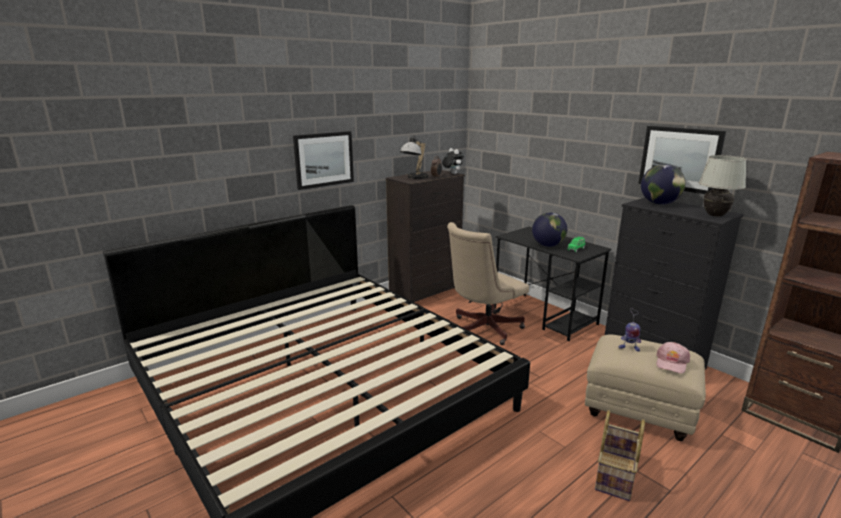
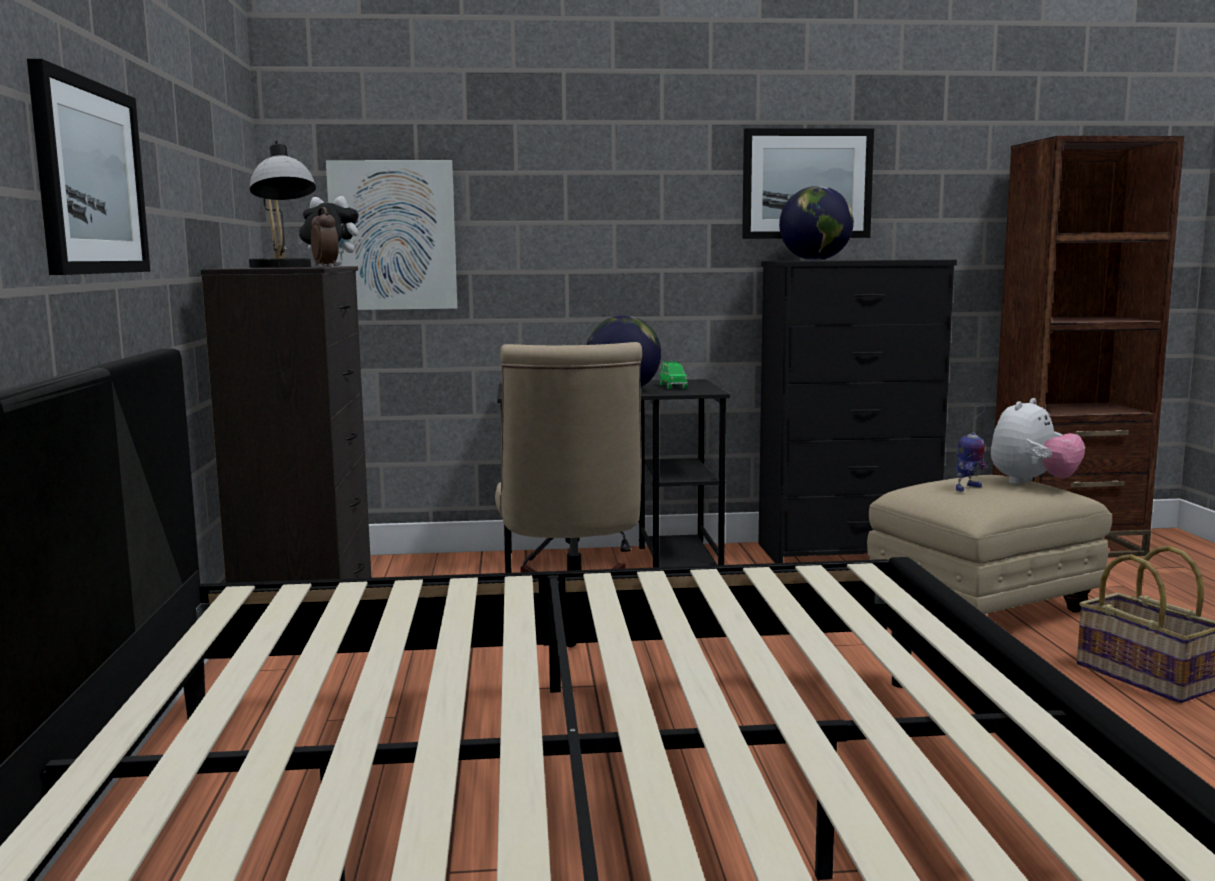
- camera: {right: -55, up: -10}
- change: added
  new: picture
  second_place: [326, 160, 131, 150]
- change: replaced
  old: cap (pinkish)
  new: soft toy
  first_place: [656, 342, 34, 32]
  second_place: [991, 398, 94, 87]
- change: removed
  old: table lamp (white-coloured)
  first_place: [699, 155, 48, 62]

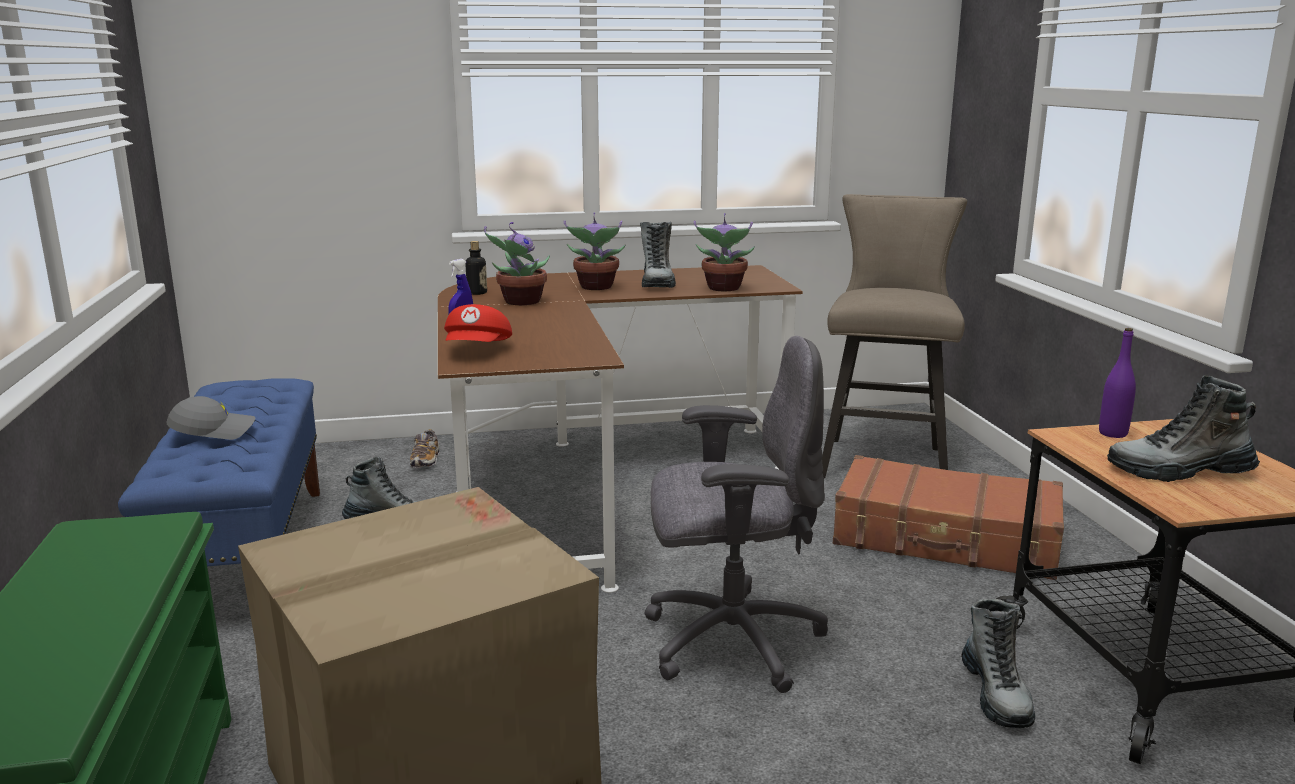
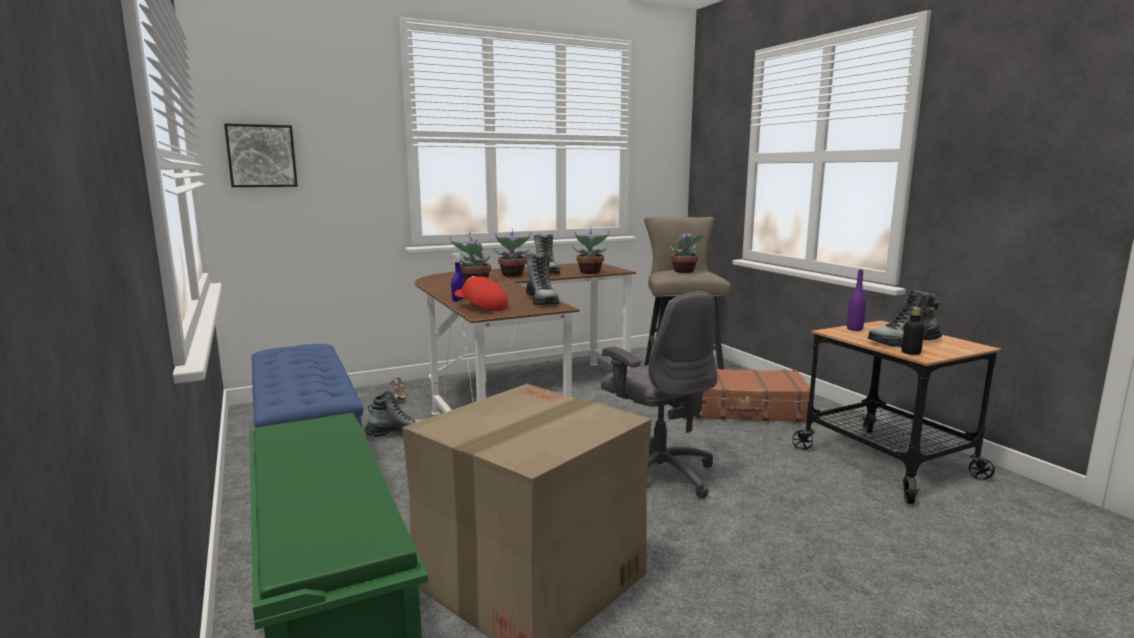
- camera: {right: -15, up: -5}
- change: added
  new: picture
  second_place: [224, 123, 74, 64]
- change: turned
  old: cap (red-coloured)
  first_place: [444, 304, 68, 38]
  second_place: [455, 276, 53, 35]
  degrees: 135
- change: moved
  old: high-top boot
  first_place: [961, 599, 74, 129]
  second_place: [525, 253, 35, 52]
- change: turned
  old: desk chair (gray)
  first_place: [644, 336, 184, 357]
  second_place: [601, 291, 117, 208]
  degrees: 75
- change: added
  new: potted plant
  second_place: [670, 227, 37, 46]
- change: moved
  old: drink bottle
  first_place: [465, 241, 22, 54]
  second_place: [901, 307, 24, 48]
- change: removed
  old: cap (gray)
  first_place: [167, 396, 88, 44]

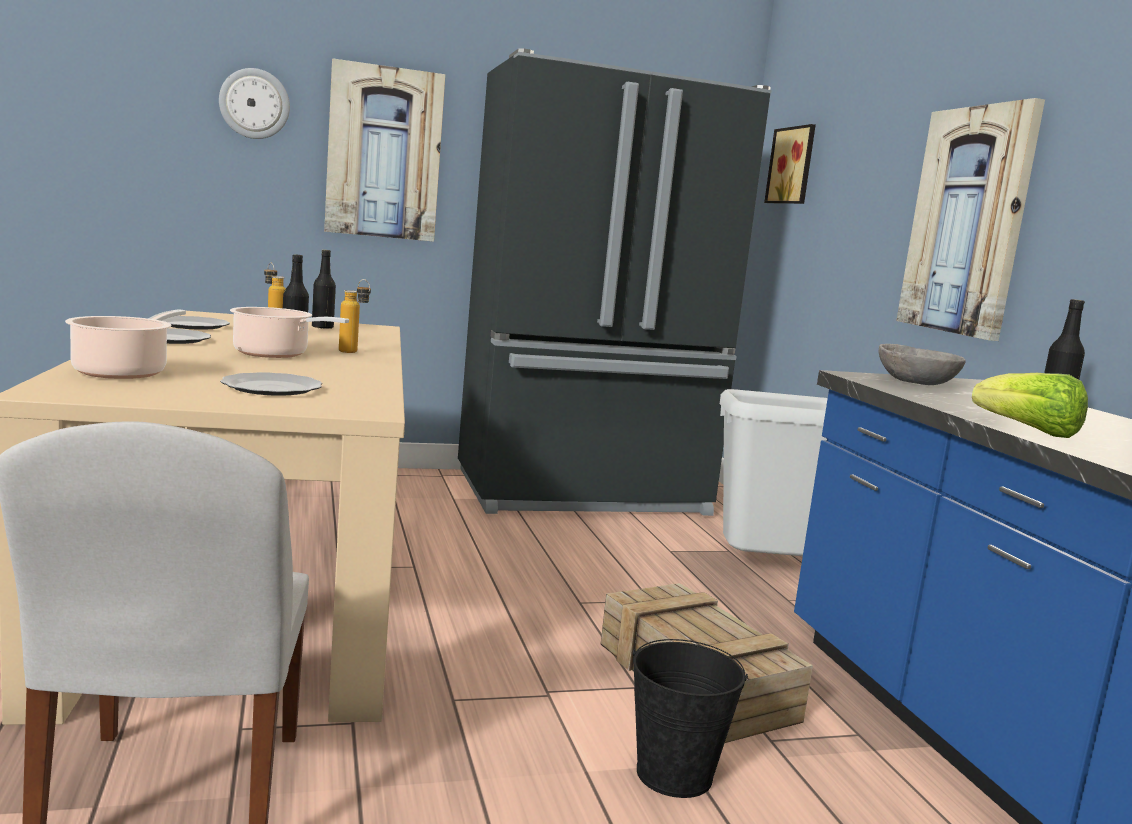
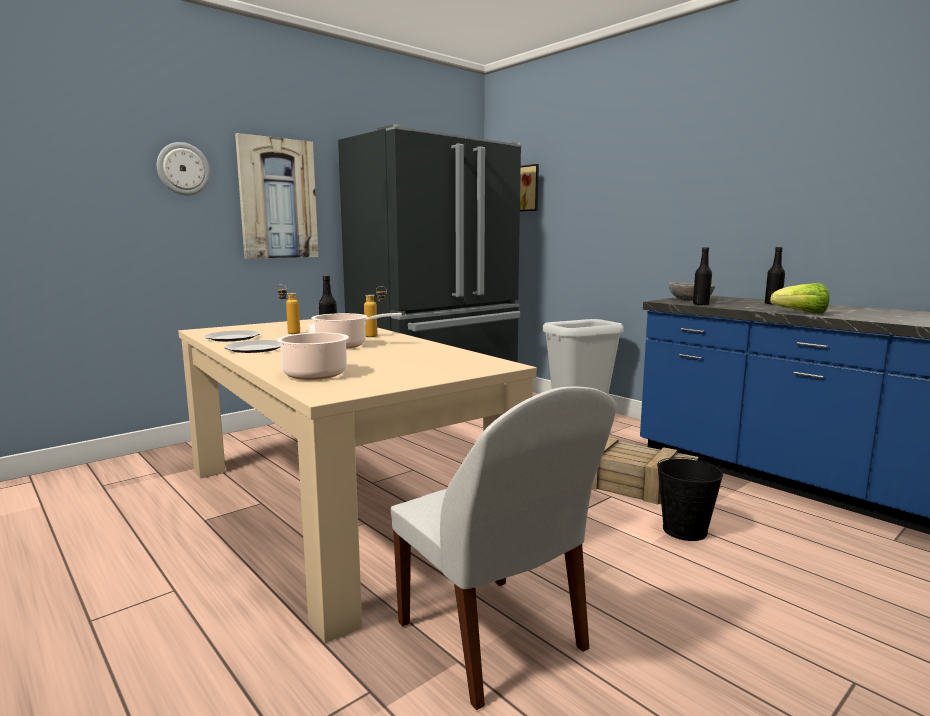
- camera: {right: -25, up: 0}
- change: moved
  old: drink bottle (black)
  first_place: [312, 250, 24, 79]
  second_place: [693, 247, 19, 58]
- change: removed
  old: plate
  first_place: [220, 372, 102, 24]
- change: removed
  old: picture
  first_place: [896, 98, 149, 243]

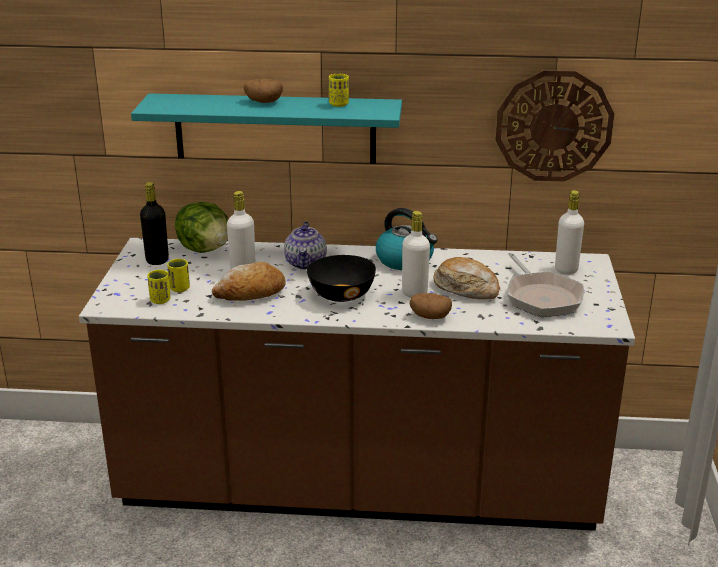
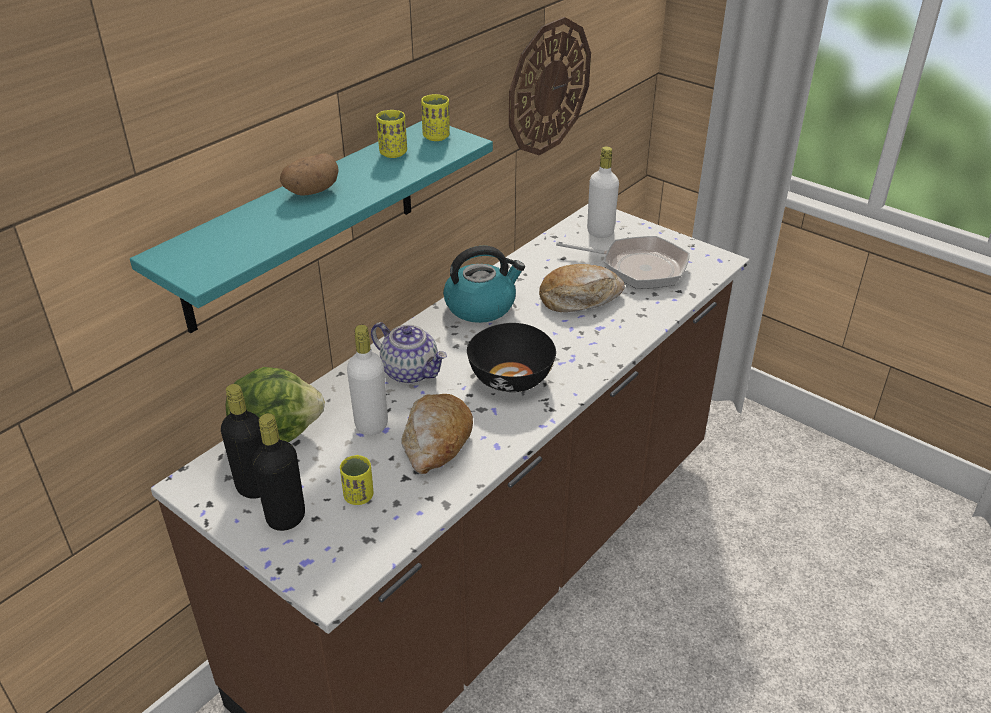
- camera: {right: -55, up: 10}
- change: added
  new: drink bottle (black)
  second_place: [252, 413, 53, 118]
- change: moved
  old: drinking cup (yellow)
  first_place: [147, 270, 23, 34]
  second_place: [421, 94, 29, 47]
- change: removed
  old: drink bottle (white-coloured)
  first_place: [402, 211, 28, 87]
- change: removed
  old: whole potato
  first_place: [409, 293, 43, 26]

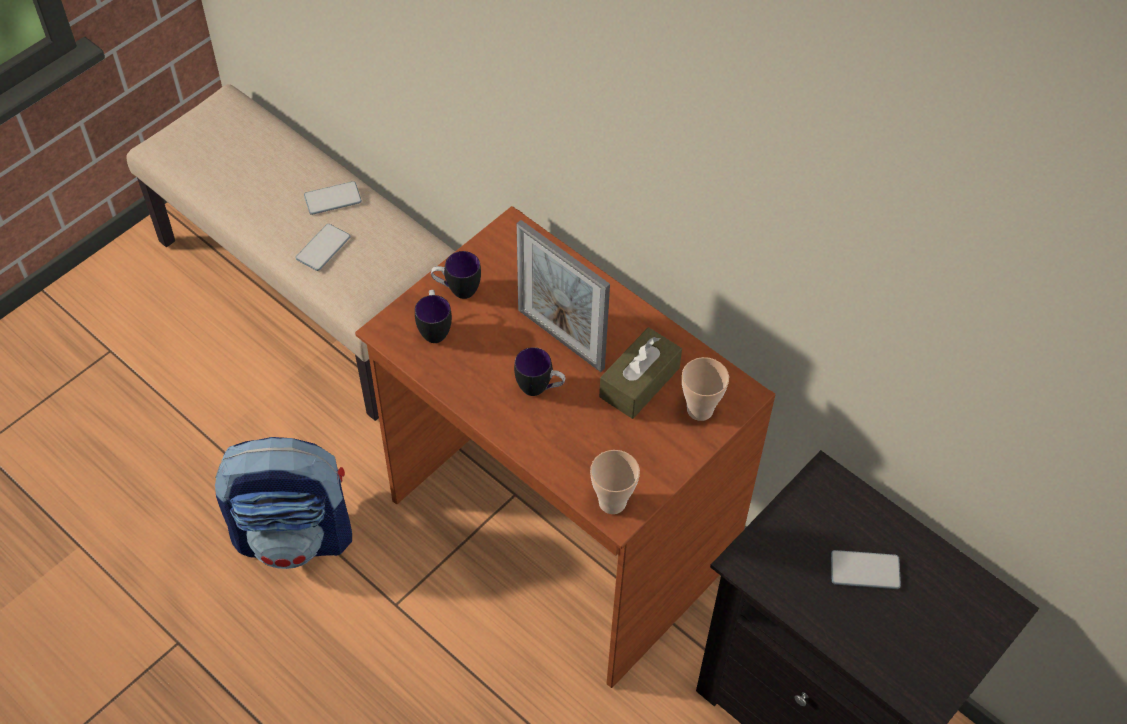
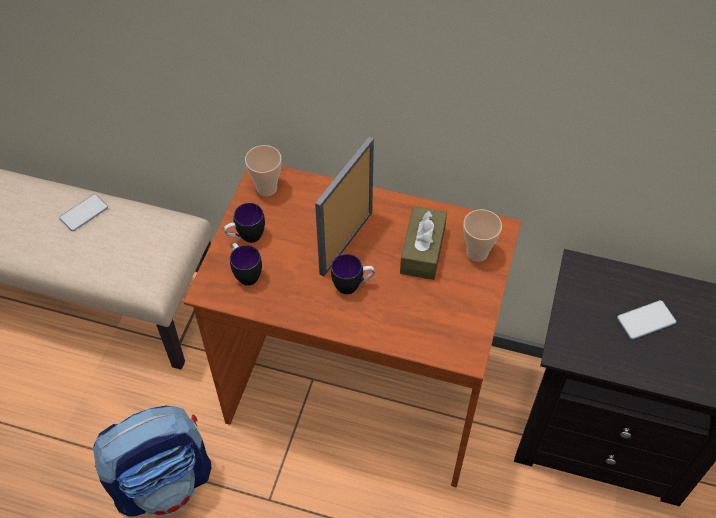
- camera: {right: -25, up: 0}
- change: moved
  old: drinking cup
  first_place: [590, 450, 50, 64]
  second_place: [245, 145, 37, 51]
- change: turned
  old: standing frame
  first_place: [517, 220, 93, 152]
  second_place: [315, 136, 59, 141]
  degrees: 105
- change: removed
  old: telephone
  first_place: [295, 224, 55, 47]

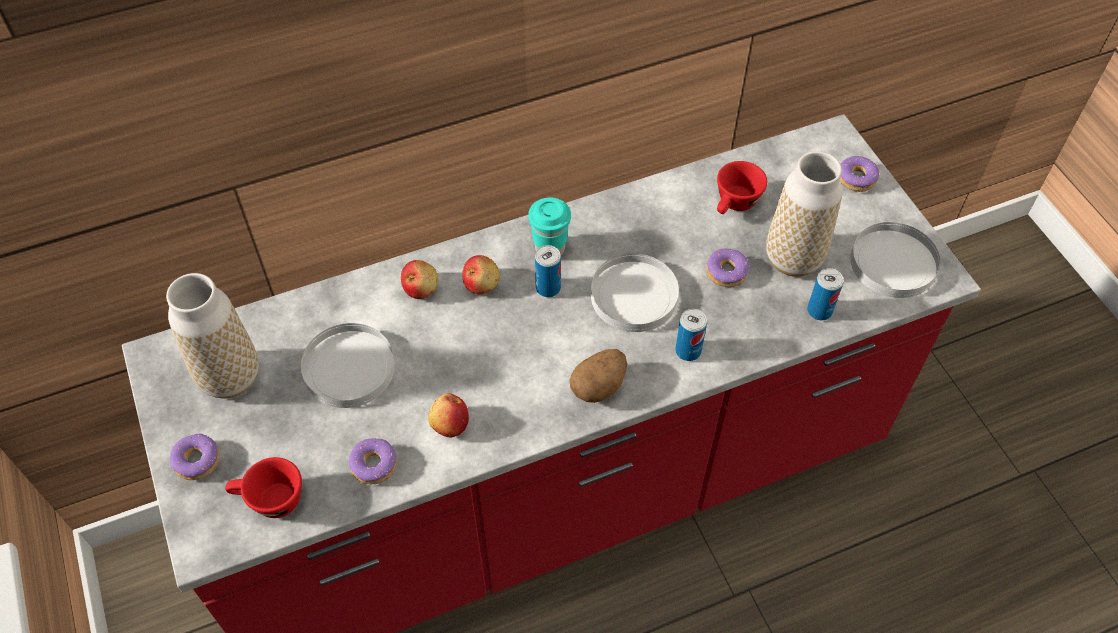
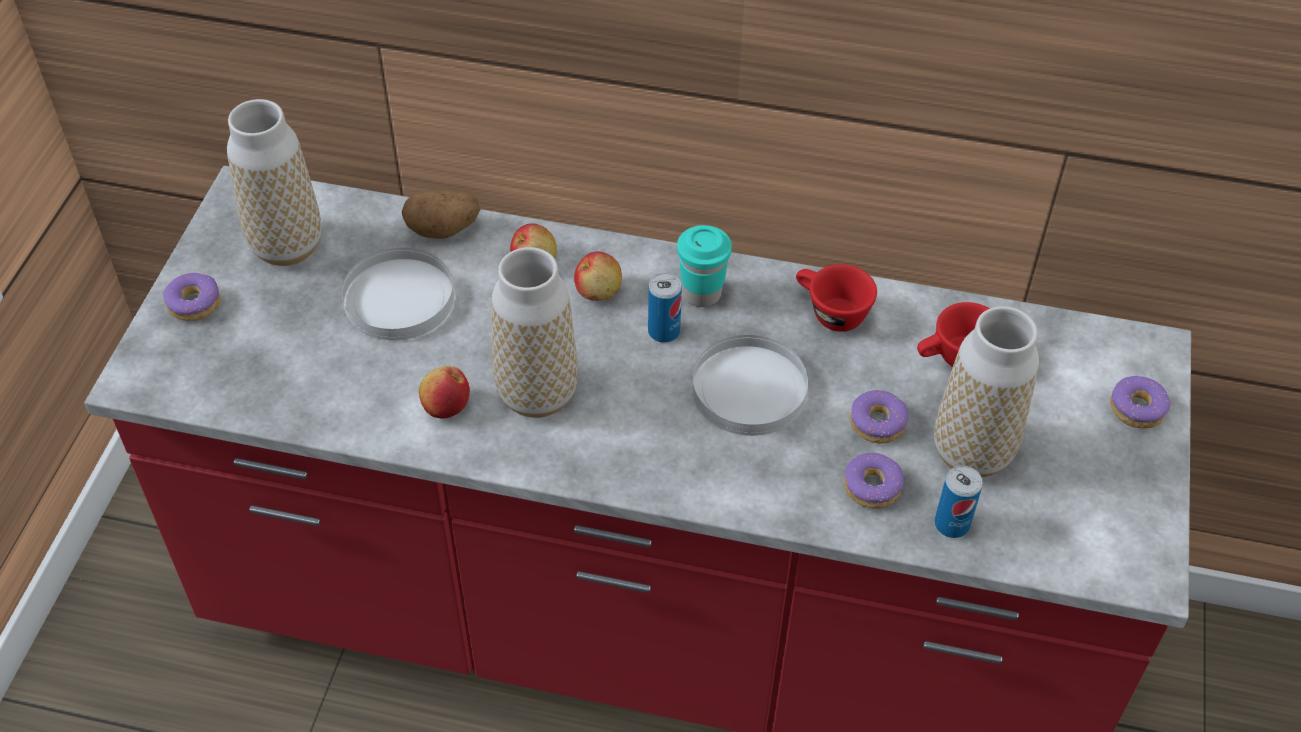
- camera: {right: 35, up: -5}
- change: moved
  old: whole potato
  first_place: [569, 349, 58, 54]
  second_place: [402, 190, 78, 49]
- change: added
  new: vase
  second_place: [492, 247, 86, 171]
- change: moved
  old: drinking cup (red-coloured)
  first_place: [225, 457, 77, 61]
  second_place: [796, 264, 81, 68]
- change: moved
  old: ring doughnut
  first_place: [348, 437, 49, 47]
  second_place: [844, 453, 60, 56]
- change: removed
  old: sealed can
  first_place: [675, 309, 32, 52]
- change: removed
  old: plate (white-coloured)
  first_place: [850, 222, 90, 76]

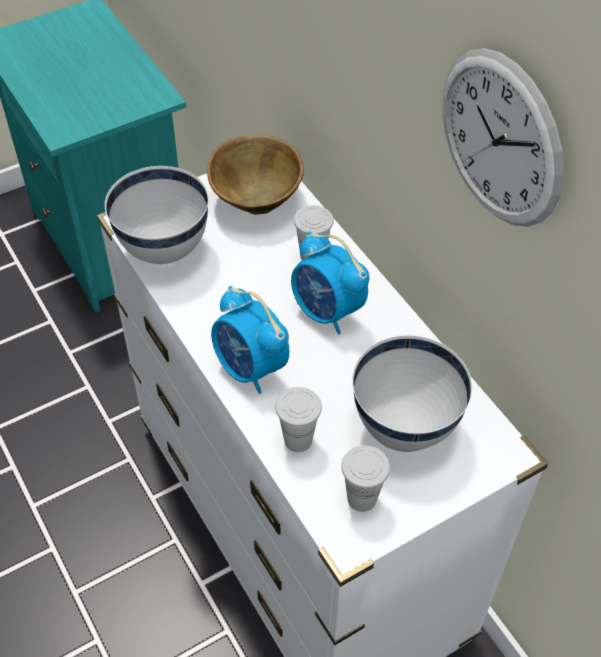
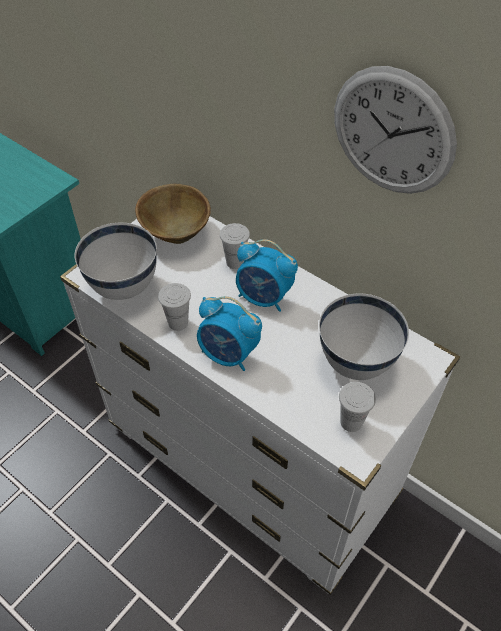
- camera: {right: -20, up: 0}
- change: moved
  old: drinking cup (white-coloured)
  first_place: [275, 387, 47, 65]
  second_place: [158, 283, 33, 48]

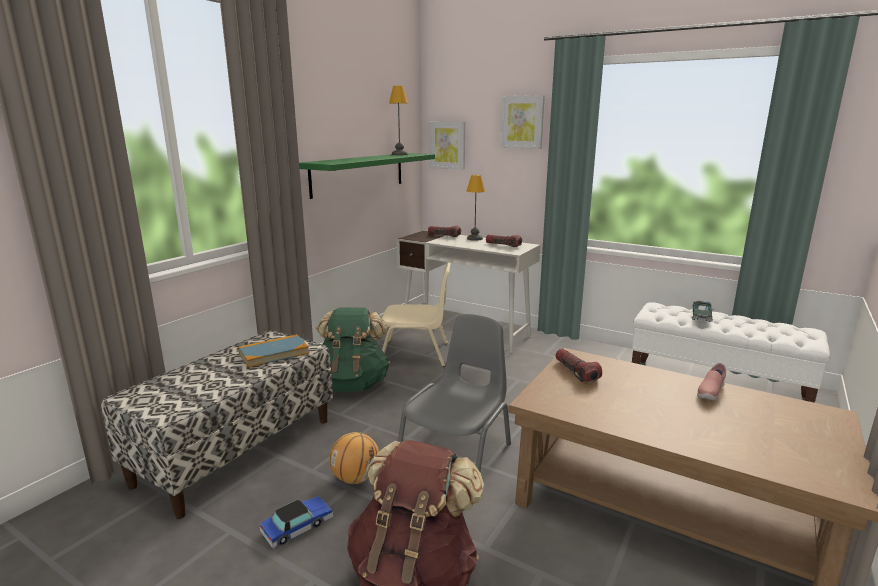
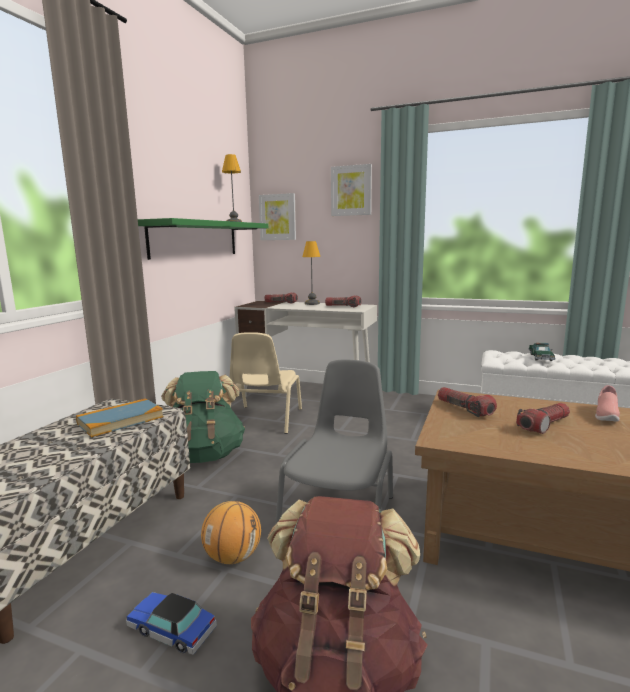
- camera: {right: -10, up: -5}
- change: turned
  old: toy car
  first_place: [260, 496, 73, 52]
  second_place: [126, 592, 91, 63]
  degrees: -105
- change: turned
  old: plain chair (sand-coloured)
  first_place: [382, 262, 69, 105]
  second_place: [229, 332, 73, 102]
  degrees: 105
- change: added
  new: torch
  second_place: [516, 403, 54, 31]

